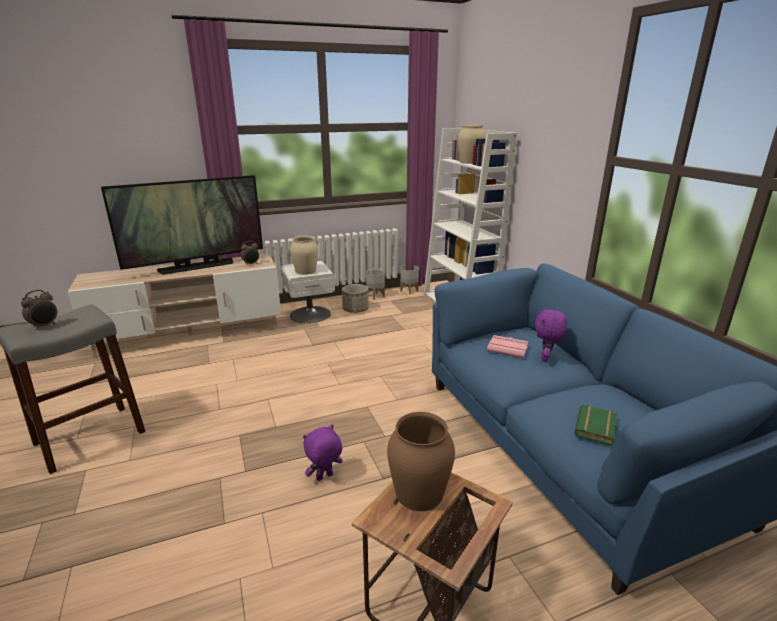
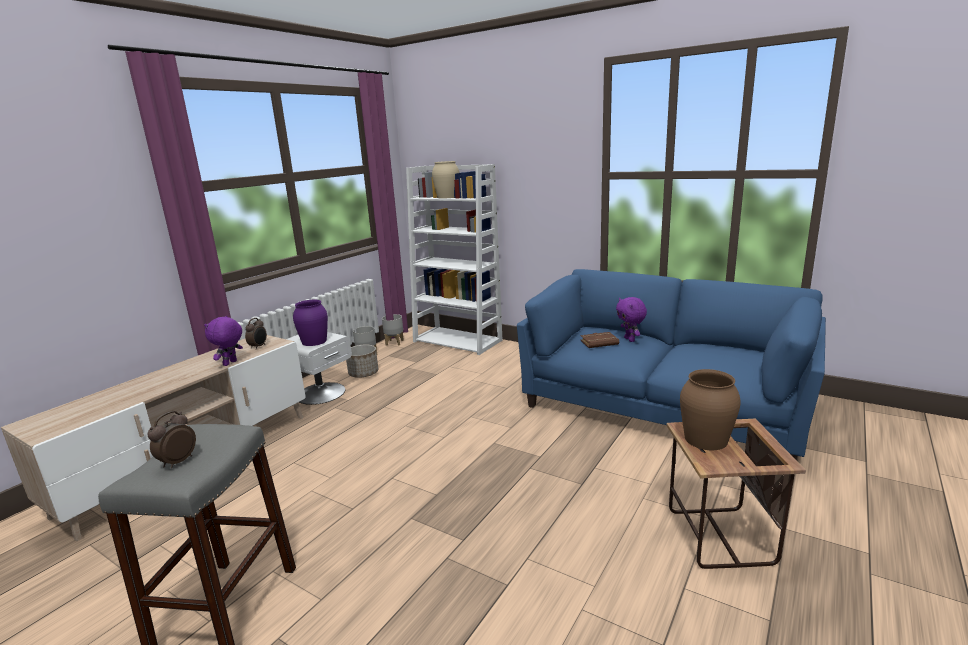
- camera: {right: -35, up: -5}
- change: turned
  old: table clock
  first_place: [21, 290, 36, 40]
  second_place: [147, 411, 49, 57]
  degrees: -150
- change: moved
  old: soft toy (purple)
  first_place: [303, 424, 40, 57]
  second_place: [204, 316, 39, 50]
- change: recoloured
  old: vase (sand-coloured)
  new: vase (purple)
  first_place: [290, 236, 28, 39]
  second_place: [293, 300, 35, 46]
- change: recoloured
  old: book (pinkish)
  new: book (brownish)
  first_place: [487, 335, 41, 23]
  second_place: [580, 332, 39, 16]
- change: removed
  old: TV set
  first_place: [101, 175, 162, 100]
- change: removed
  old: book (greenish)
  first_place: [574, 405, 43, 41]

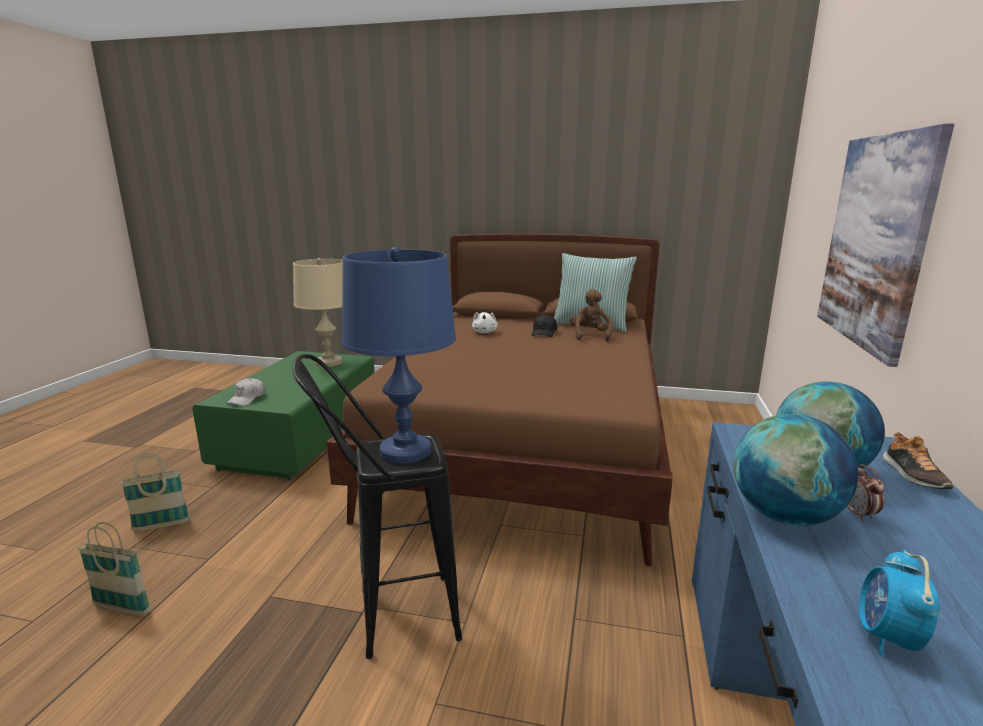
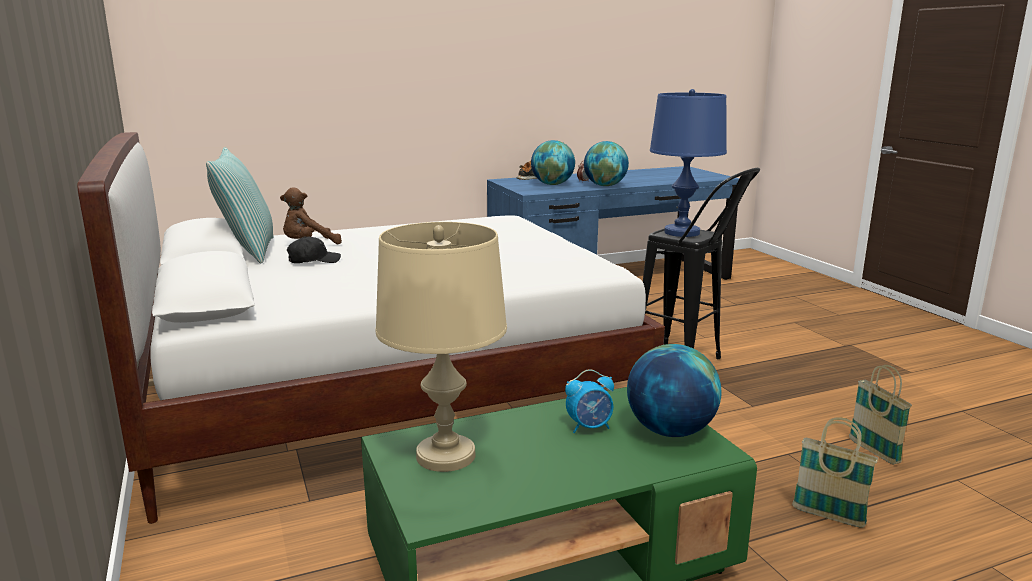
- camera: {right: -125, up: 0}
- change: recoloured
  old: bedroom bed (brownish)
  new: bedroom bed (white-coloured)
  first_place: [327, 234, 346, 332]
  second_place: [77, 132, 588, 392]
- change: moved
  old: table clock
  first_place: [859, 550, 81, 107]
  second_place: [565, 369, 49, 64]
- change: replaced
  old: cap (white-coloured)
  new: globe
  first_place: [226, 378, 39, 28]
  second_place: [627, 344, 95, 93]
- change: removed
  old: soft toy (white-coloured)
  first_place: [472, 312, 26, 21]
- change: removed
  old: picture
  first_place: [817, 123, 137, 244]

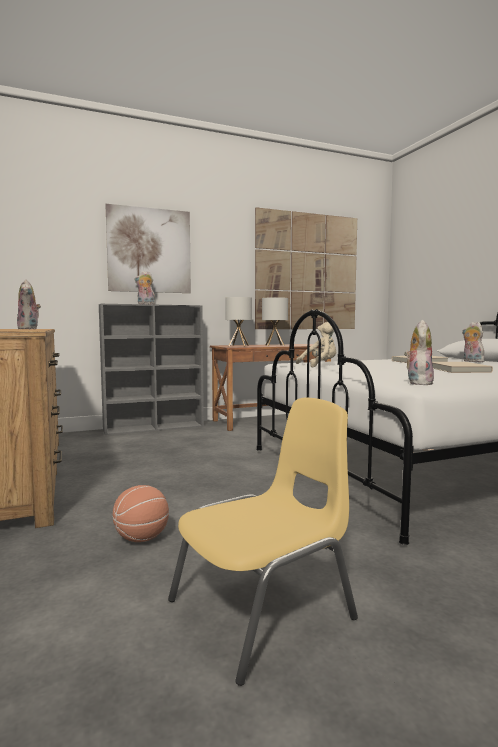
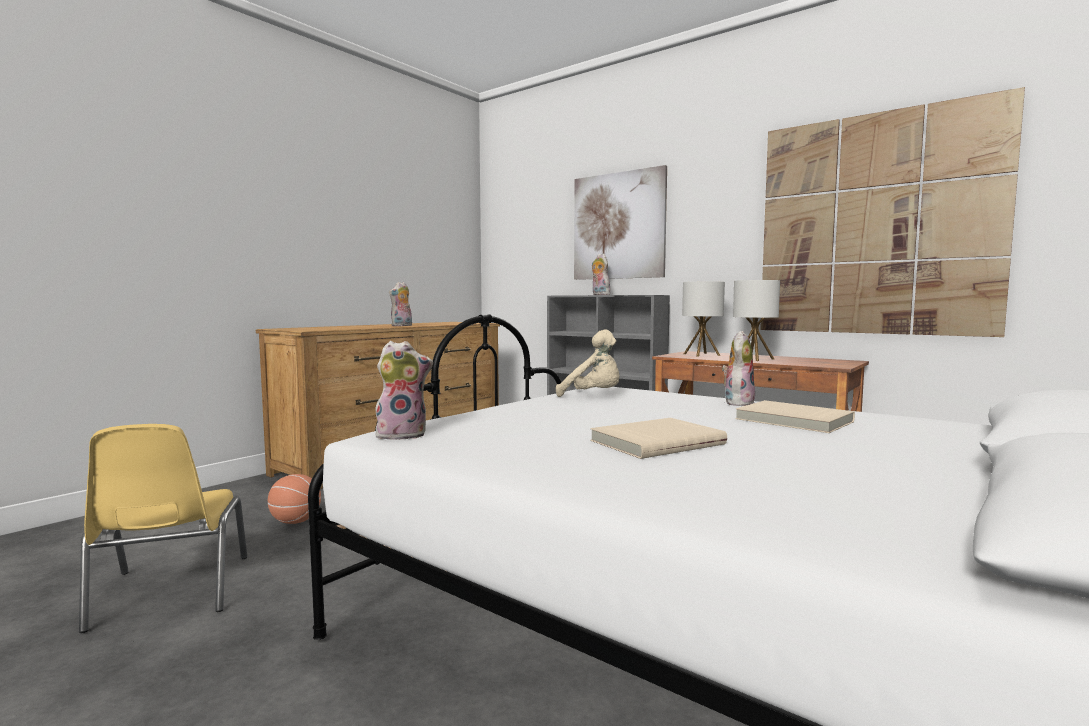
- camera: {right: 60, up: 0}
- change: turned
  old: plain chair (yellow)
  first_place: [168, 398, 190, 288]
  second_place: [79, 424, 168, 209]
  degrees: 45
- change: moved
  old: soft toy
  first_place: [462, 322, 22, 40]
  second_place: [722, 331, 33, 75]

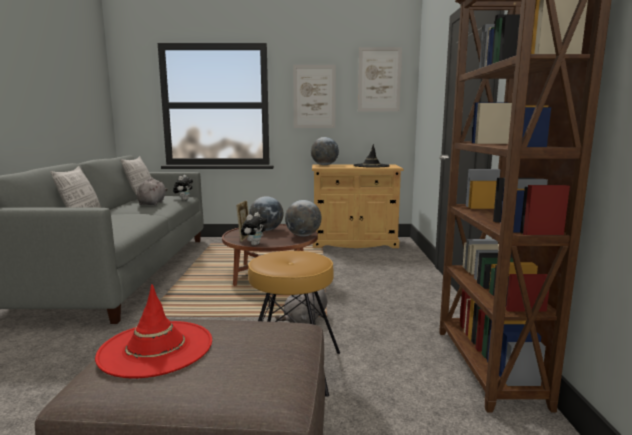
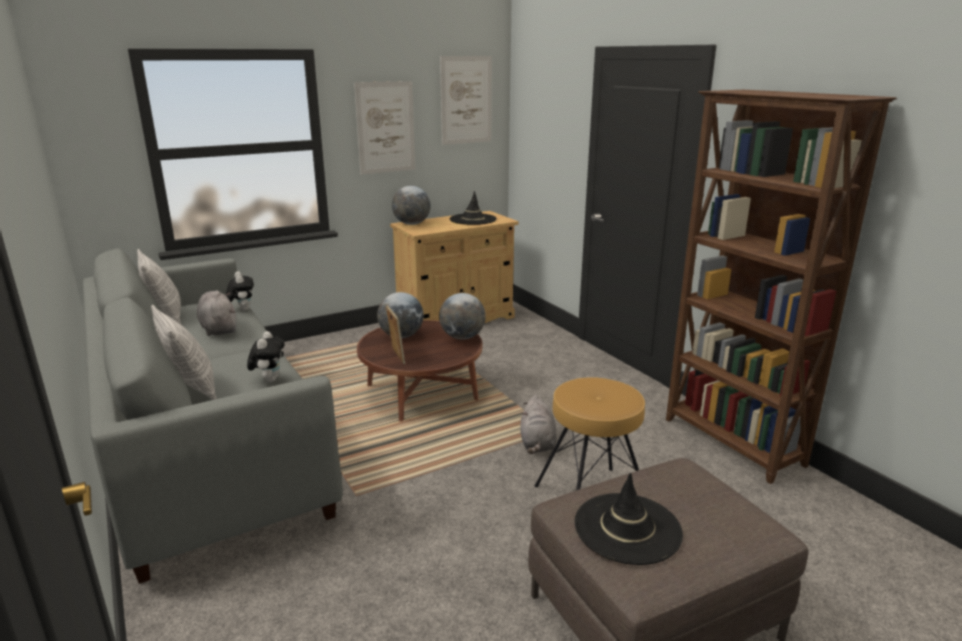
- camera: {right: -30, up: 10}
- change: moved
  old: soft toy
  first_place: [241, 212, 26, 34]
  second_place: [247, 331, 38, 51]
- change: recoloured
  old: hat (red-coloured)
  new: hat (black)
  first_place: [95, 284, 117, 94]
  second_place: [575, 473, 108, 92]

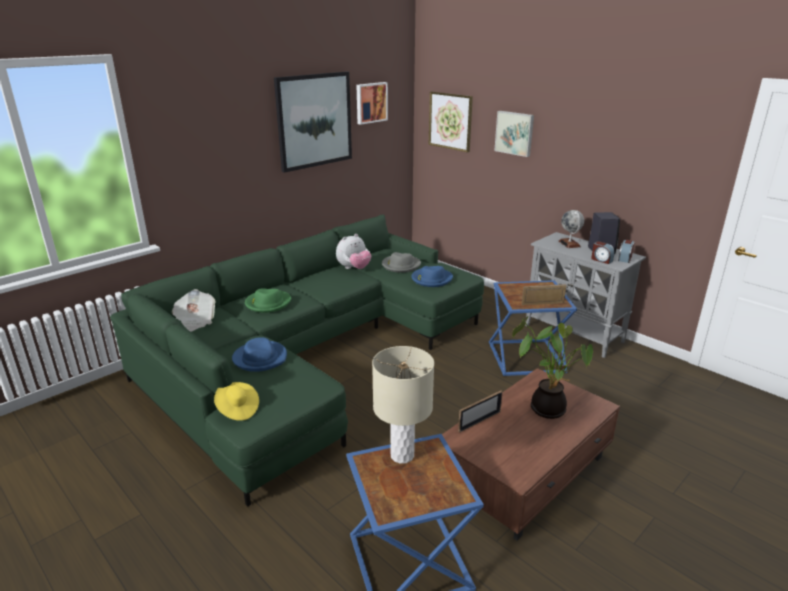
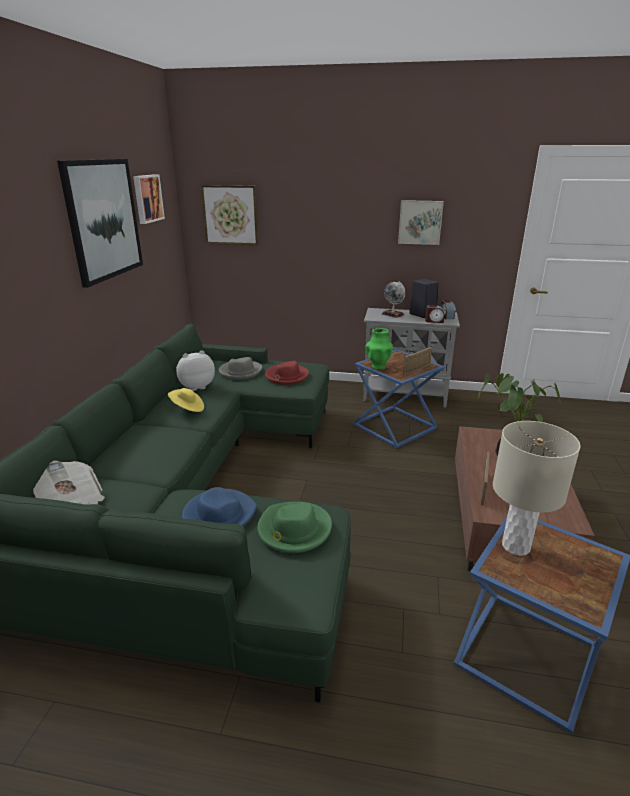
- camera: {right: -35, up: 0}
- change: moved
  old: hat (yellow)
  first_place: [214, 382, 45, 39]
  second_place: [168, 388, 36, 24]
- change: turned
  old: soft toy
  first_place: [336, 234, 35, 35]
  second_place: [176, 351, 39, 40]
  degrees: -135
- change: moved
  old: hat (greenish)
  first_place: [245, 288, 46, 25]
  second_place: [257, 501, 75, 52]
- change: recoloured
  old: hat (bluish)
  new: hat (red-coloured)
  first_place: [411, 266, 42, 21]
  second_place: [265, 361, 44, 24]
- change: added
  new: vase (greenish)
  second_place: [365, 328, 28, 42]
- change: moved
  old: picture
  first_place: [494, 111, 40, 46]
  second_place: [398, 200, 46, 45]

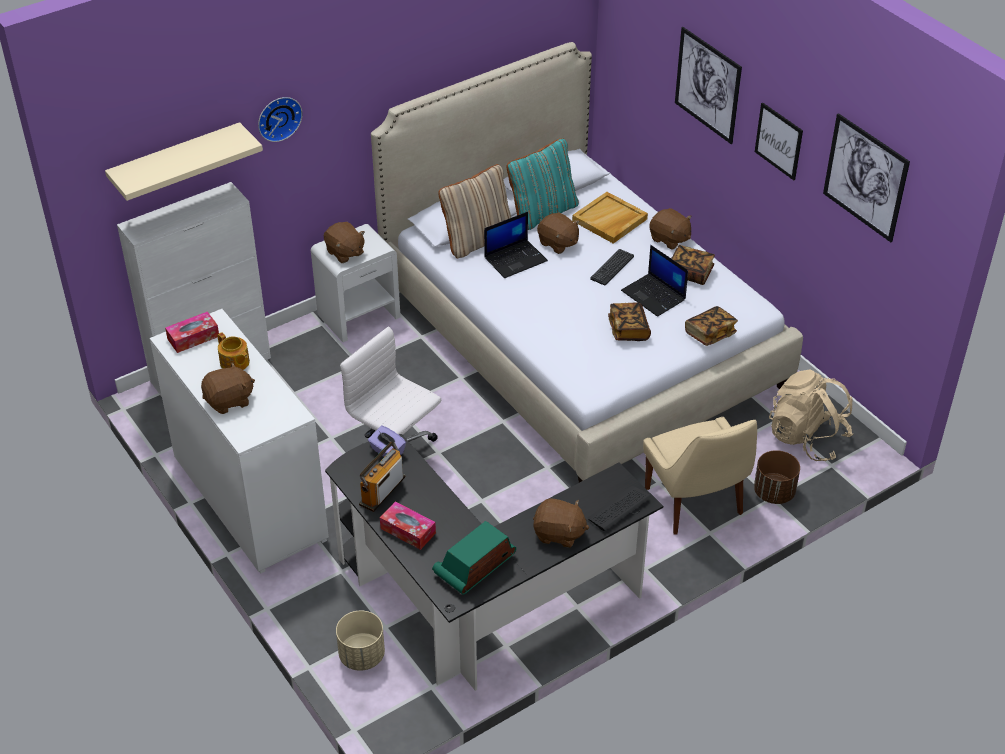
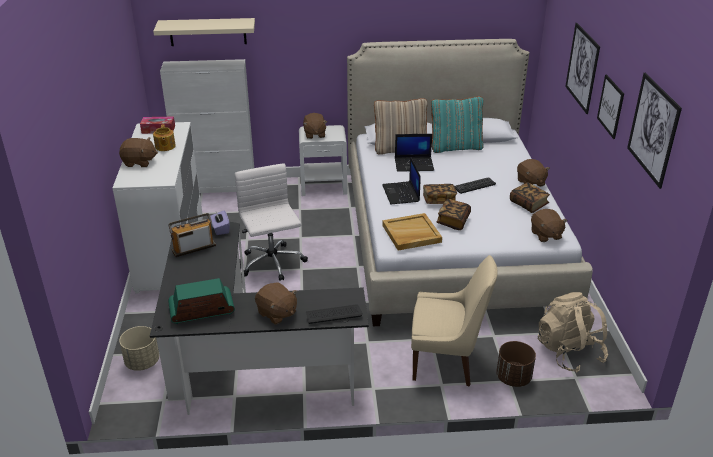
- camera: {right: 30, up: -10}
- change: moved
  old: laptop
  first_place: [621, 245, 67, 72]
  second_place: [382, 157, 39, 48]
- change: moved
  old: tray (sand-coloured)
  first_place: [572, 192, 76, 52]
  second_place: [382, 213, 60, 37]
- change: turned
  old: plain chair (sand-coloured)
  first_place: [643, 417, 114, 118]
  second_place: [411, 255, 87, 131]
  degrees: -90
- change: moved
  old: book
  first_place: [685, 306, 53, 40]
  second_place: [423, 184, 34, 20]
- change: moved
  old: soft toy (brownish)
  first_place: [537, 213, 43, 41]
  second_place: [531, 209, 37, 33]
- change: removed
  old: clock on the wall
  first_place: [258, 97, 45, 45]
- change: removed
  old: box of tissues
  first_place: [380, 501, 56, 49]

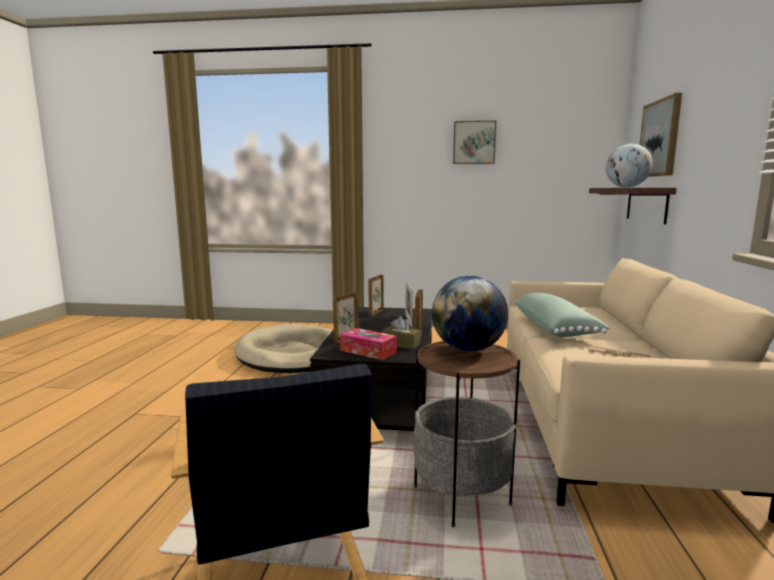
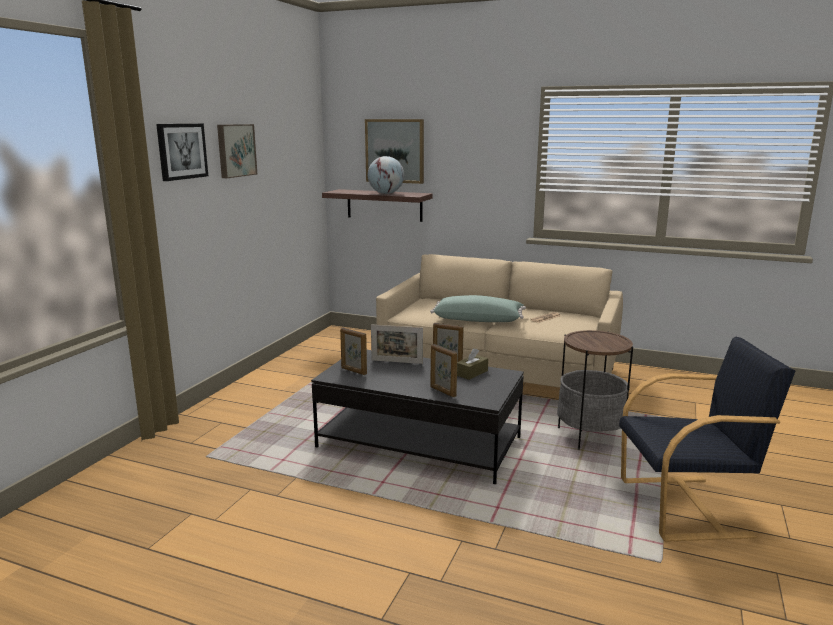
- camera: {right: -75, up: 5}
- change: added
  new: picture
  second_place: [156, 124, 52, 57]
- change: removed
  old: pet bed (sand-coloured)
  first_place: [234, 324, 98, 49]
- change: removed
  old: box of tissues
  first_place: [340, 328, 57, 32]
- change: removed
  old: globe
  first_place: [432, 276, 76, 75]

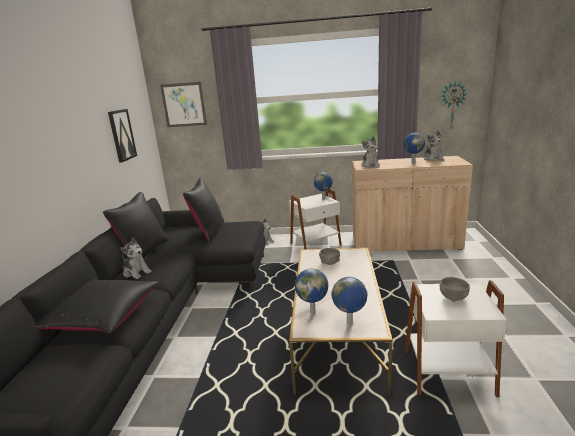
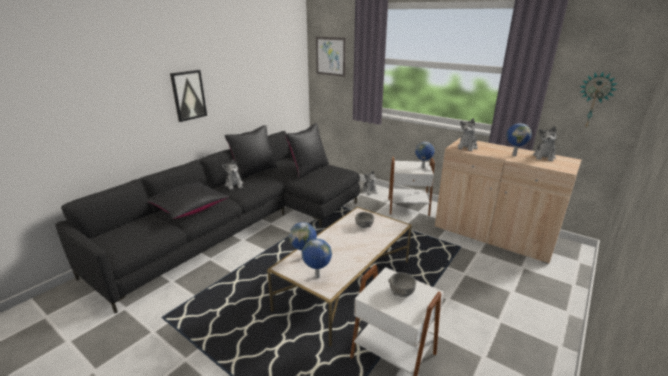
- camera: {right: 30, up: 5}
- change: moved
  old: picture
  first_place: [108, 109, 29, 54]
  second_place: [170, 70, 37, 52]

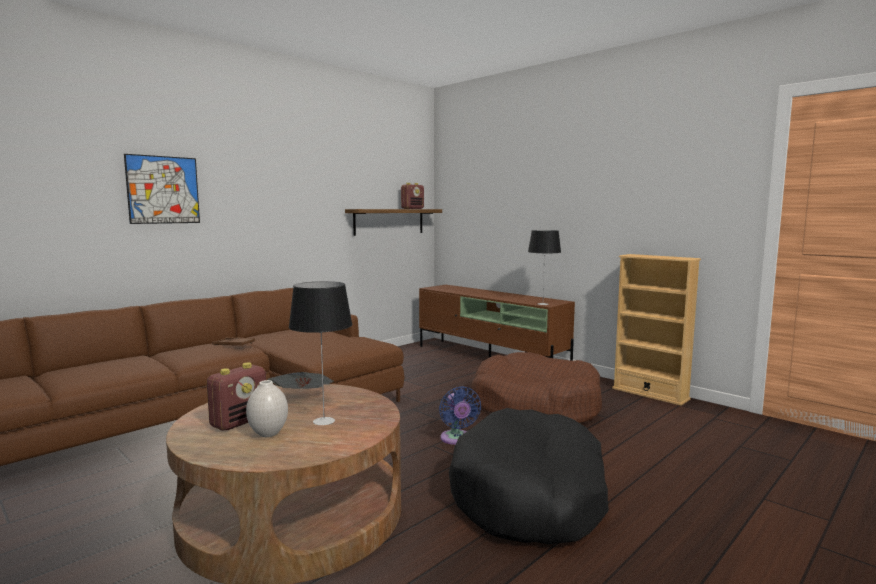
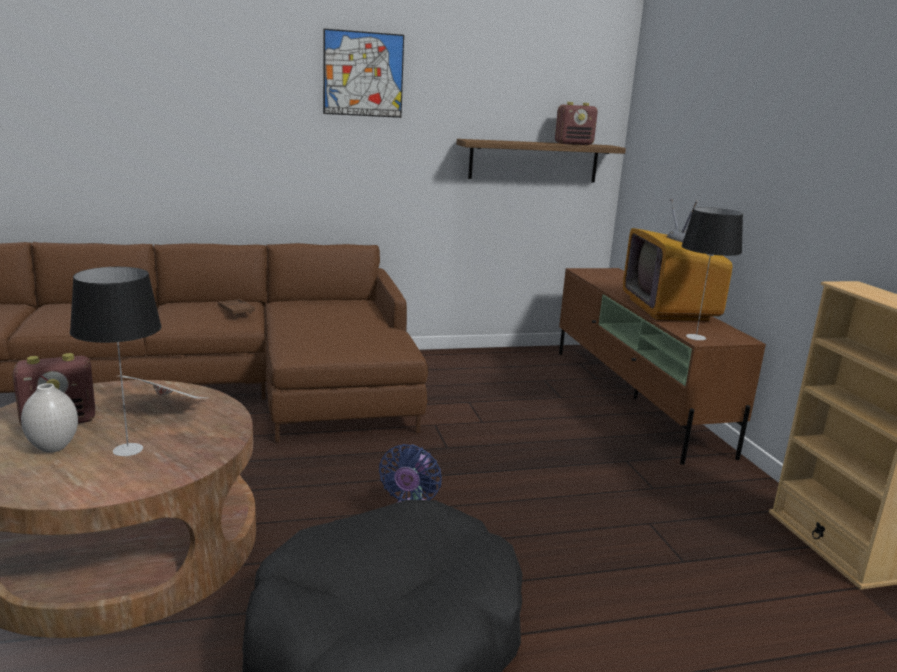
- camera: {right: 30, up: 10}
- change: moved
  old: picture
  first_place: [124, 154, 76, 70]
  second_place: [323, 29, 81, 89]
- change: added
  new: TV set
  second_place: [623, 199, 109, 122]
- change: removed
  old: pet bed (brownish)
  first_place: [471, 352, 131, 71]

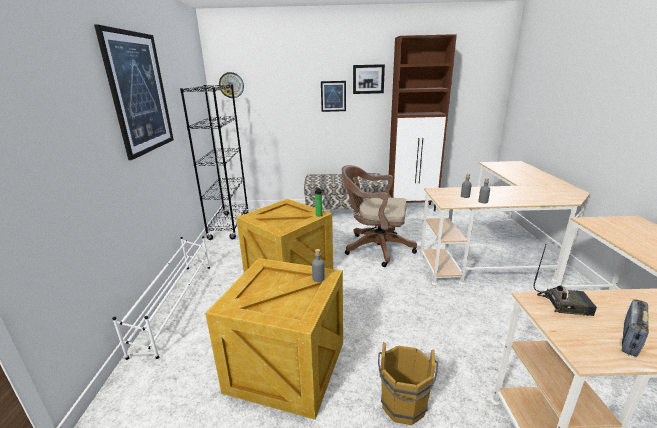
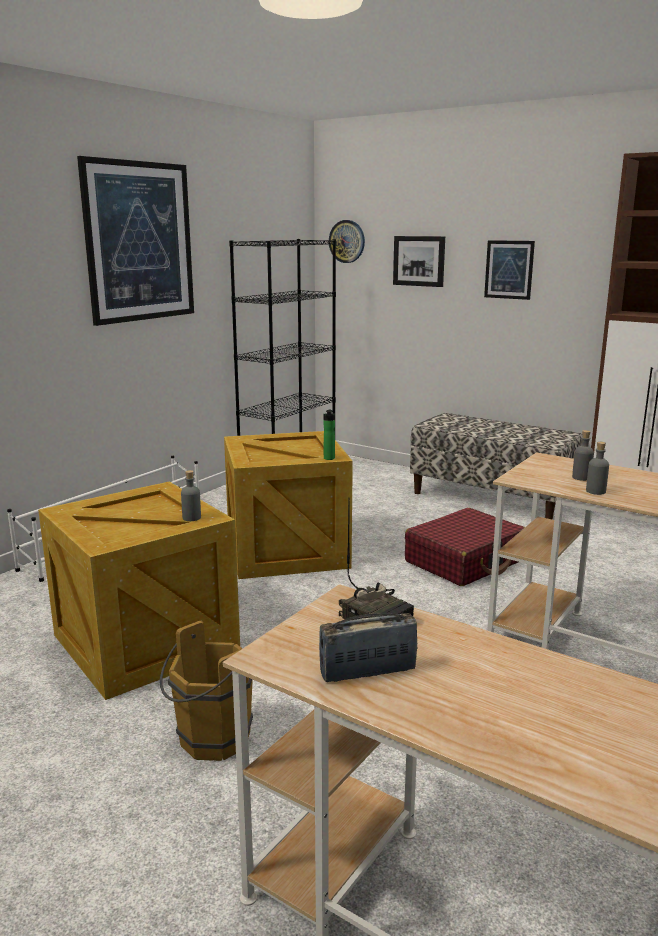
- camera: {right: 35, up: -5}
- change: moved
  old: picture
  first_place: [353, 64, 32, 30]
  second_place: [393, 236, 52, 51]
- change: replaced
  old: desk chair (brownish)
  new: travel case (red-coloured)
  first_place: [342, 165, 75, 102]
  second_place: [405, 508, 120, 78]

